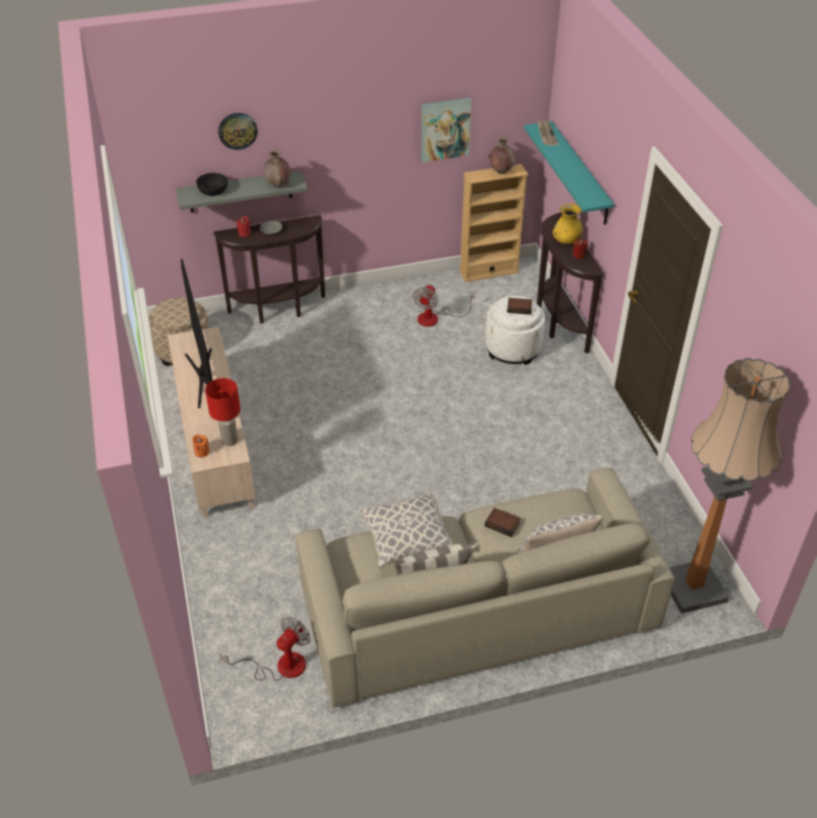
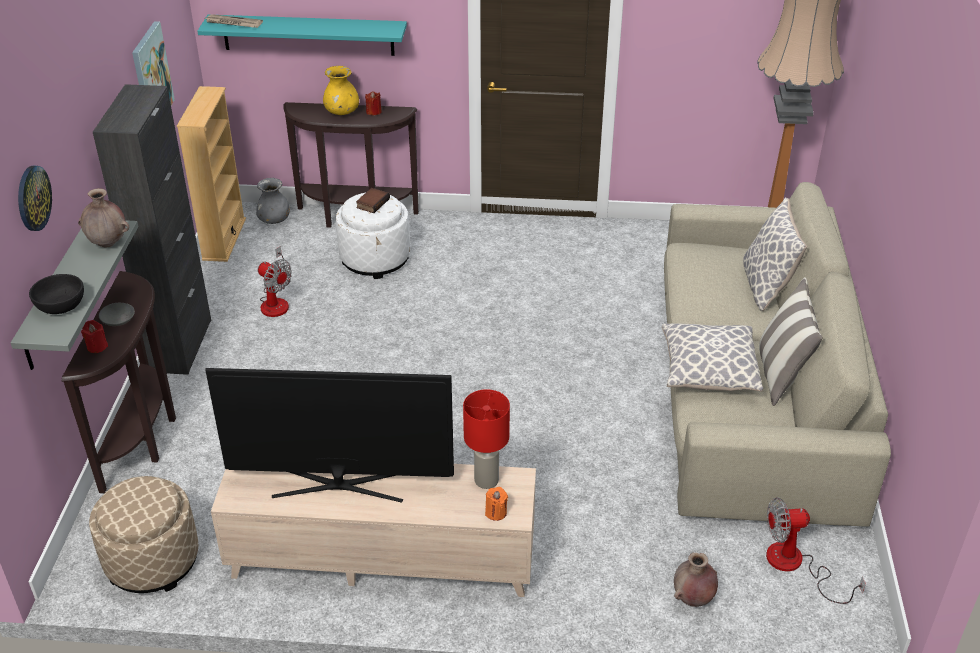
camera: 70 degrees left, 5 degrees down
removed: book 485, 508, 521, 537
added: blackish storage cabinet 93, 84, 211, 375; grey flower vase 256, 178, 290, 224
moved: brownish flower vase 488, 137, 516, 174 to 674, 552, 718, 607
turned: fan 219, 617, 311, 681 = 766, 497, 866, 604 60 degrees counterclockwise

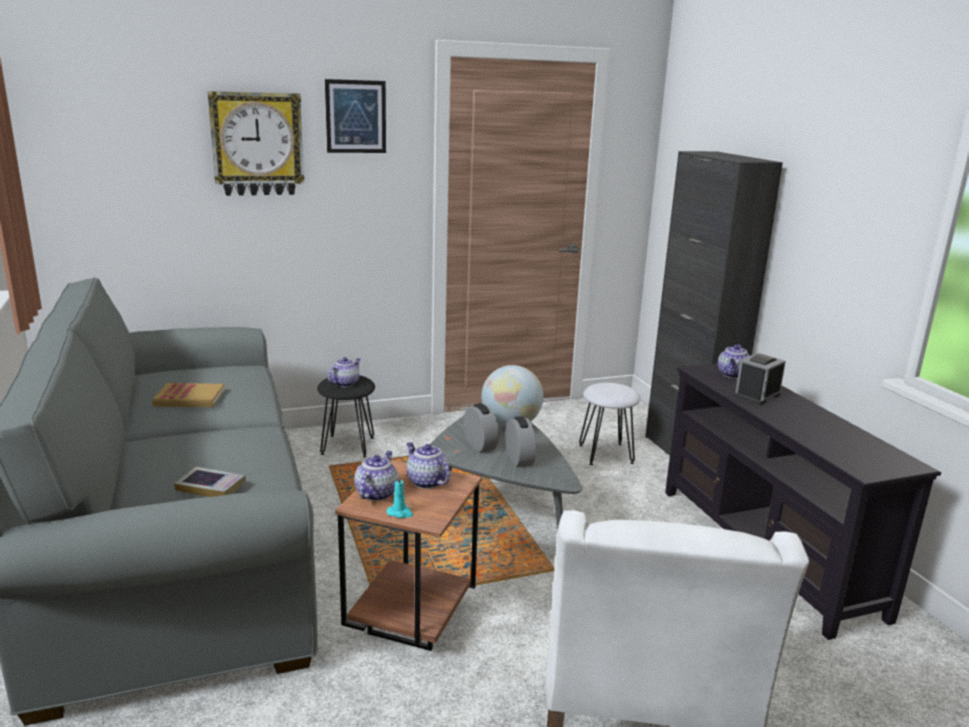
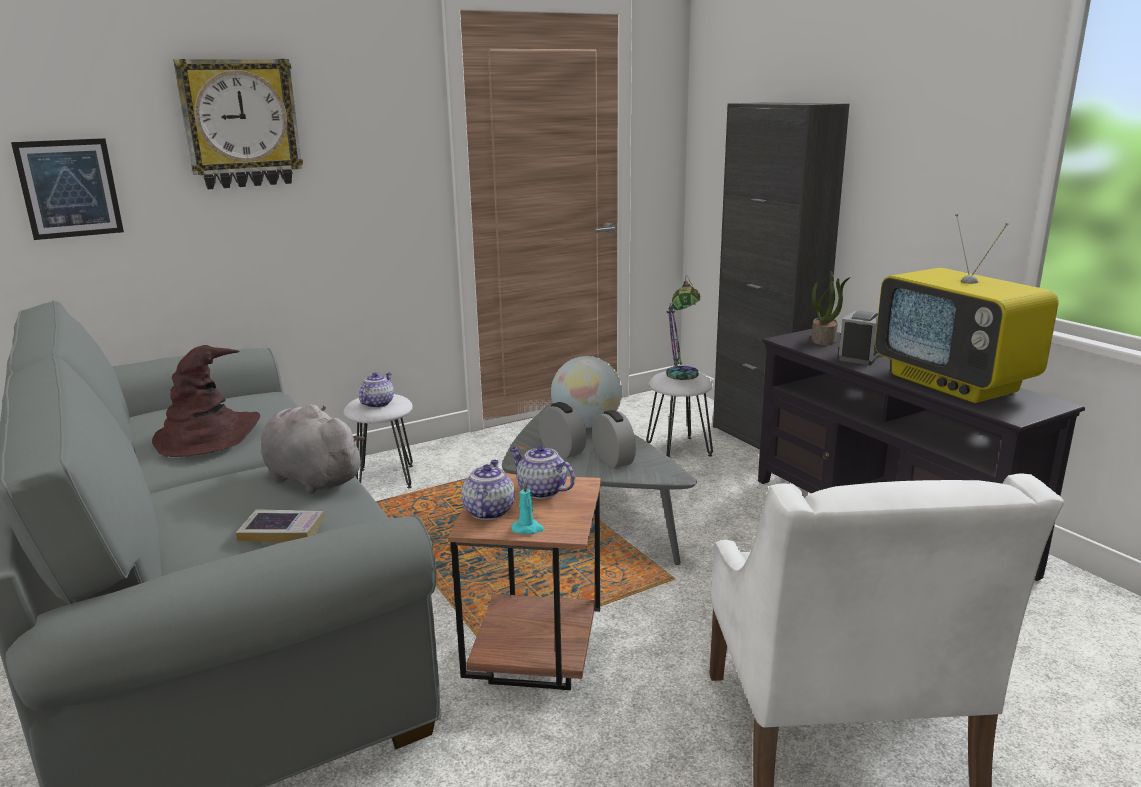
camera: 10 degrees left, 0 degrees up
added: grey cuddly toy 261, 404, 365, 494; table lamp 666, 275, 701, 380; TV set 875, 213, 1059, 403
moved: wall art 325, 79, 386, 153 to 11, 138, 124, 240
replaced: book 152, 383, 225, 407 to brownish hat 152, 345, 260, 457; teapot 718, 344, 750, 379 to plant in a pot 812, 271, 851, 345
recoloured: blackish stool 317, 375, 375, 457 to white-coloured stool 344, 394, 413, 488

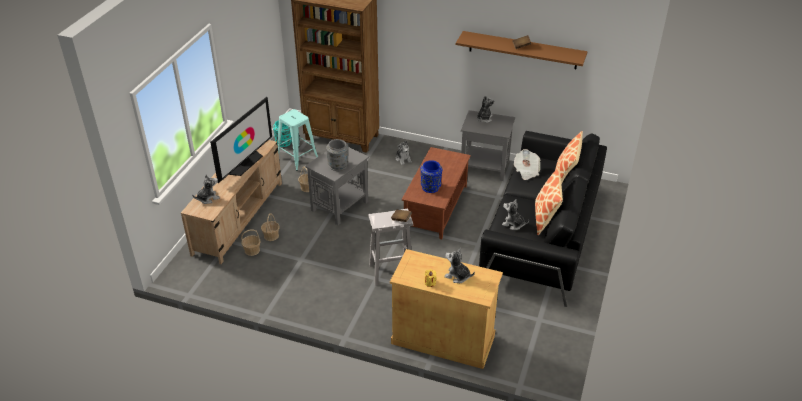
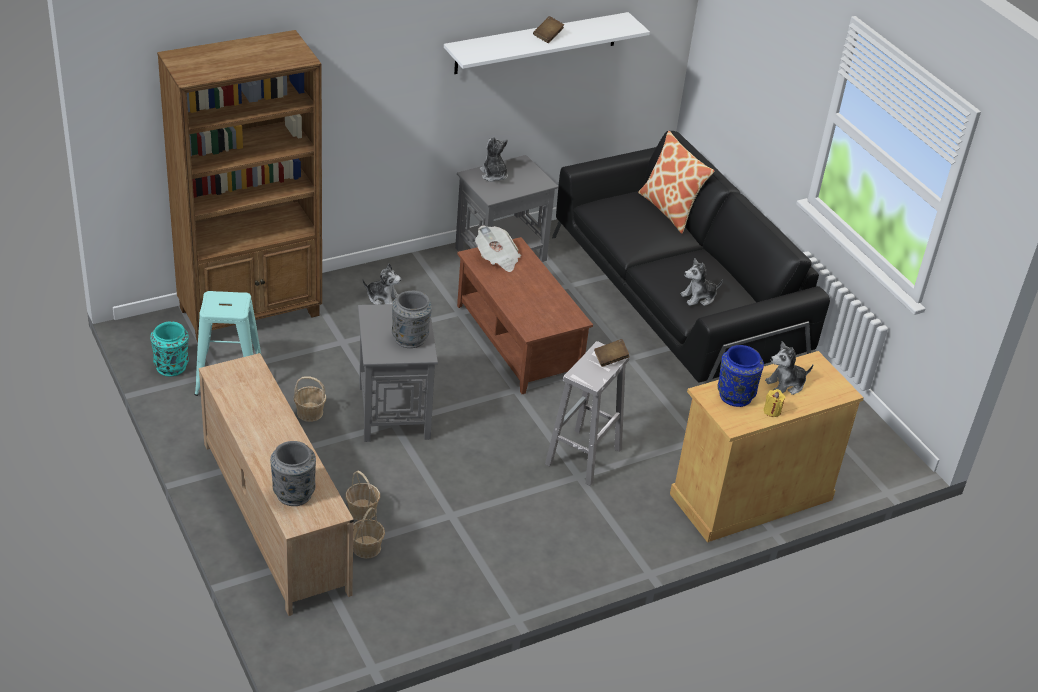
camera: 50 degrees left, 0 degrees up
removed: TV set 210, 97, 272, 183; cushion 535, 167, 563, 235
moved: blue flower vase 421, 160, 442, 193 to 718, 345, 764, 407; daily paper 513, 149, 540, 180 to 475, 225, 521, 272
replaced: cuddly toy 192, 174, 220, 204 to grey flower vase 270, 441, 316, 506
recoloured: brownish wall shelf 456, 31, 588, 69 to white-coloured wall shelf 444, 12, 650, 74

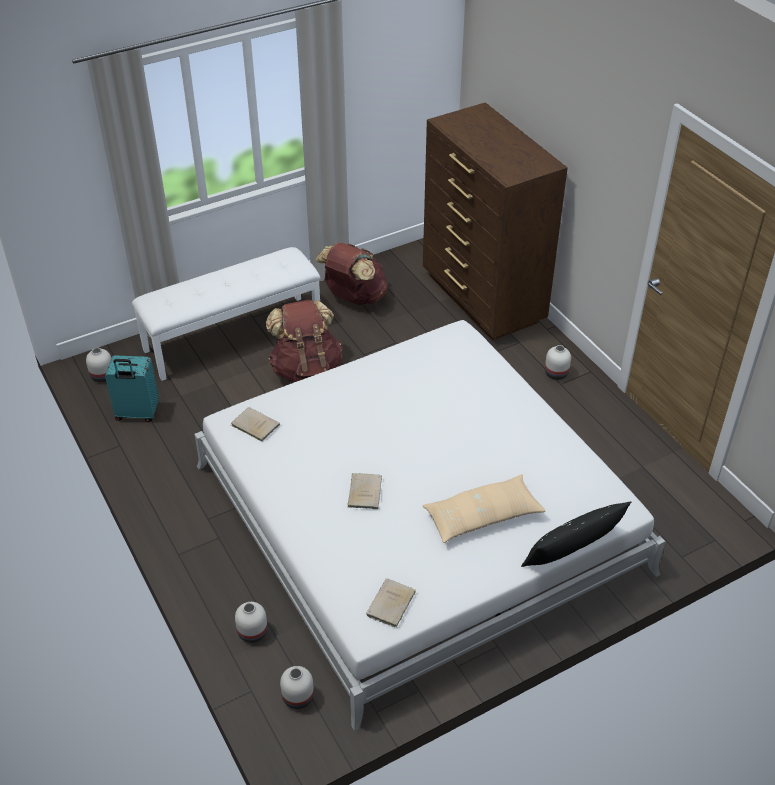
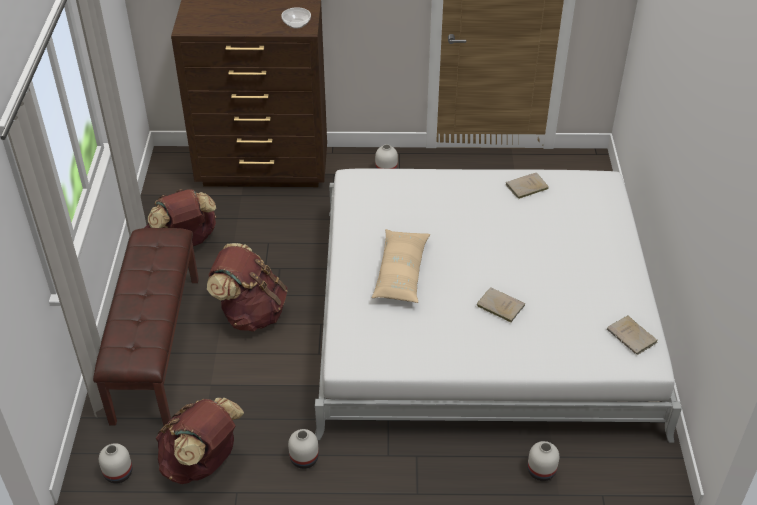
camera: 60 degrees left, 0 degrees up
removed: blackish cushion 521, 502, 631, 567
added: deep dish 281, 7, 311, 29
moved: beige book 231, 407, 280, 442 to 506, 173, 549, 199; white-coloured flower vase 280, 666, 314, 709 to 288, 429, 319, 469; beige cushion 422, 474, 546, 543 to 372, 229, 430, 303
replaced: blue-green suitcase 105, 355, 159, 422 to brownish backpack 155, 398, 244, 484
recoloured: white-coloured long seat 132, 247, 321, 381 to brownish long seat 93, 228, 199, 426

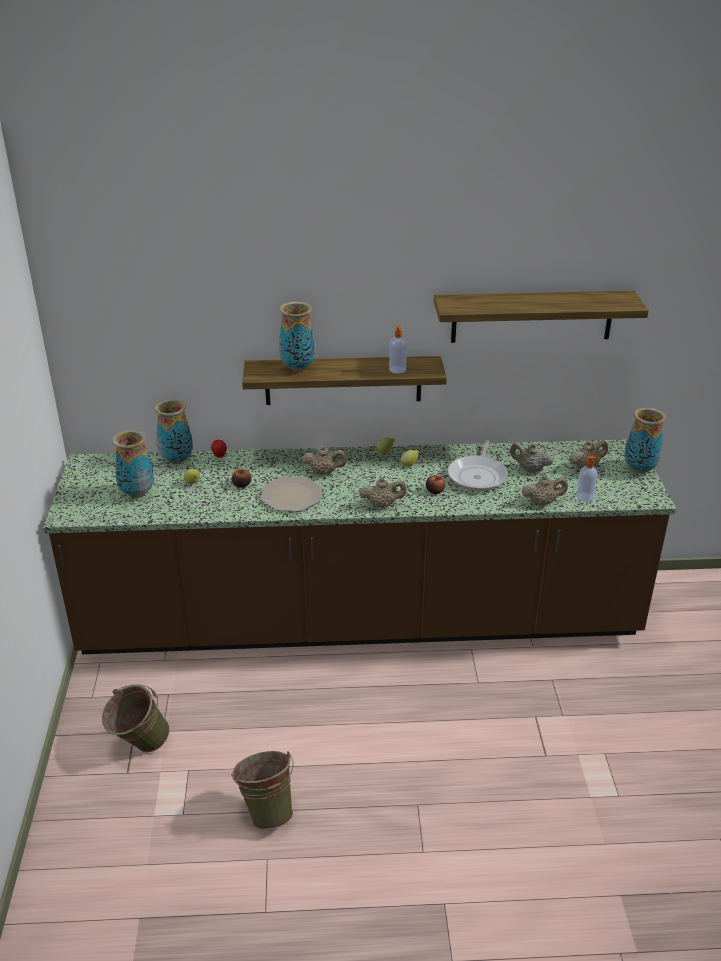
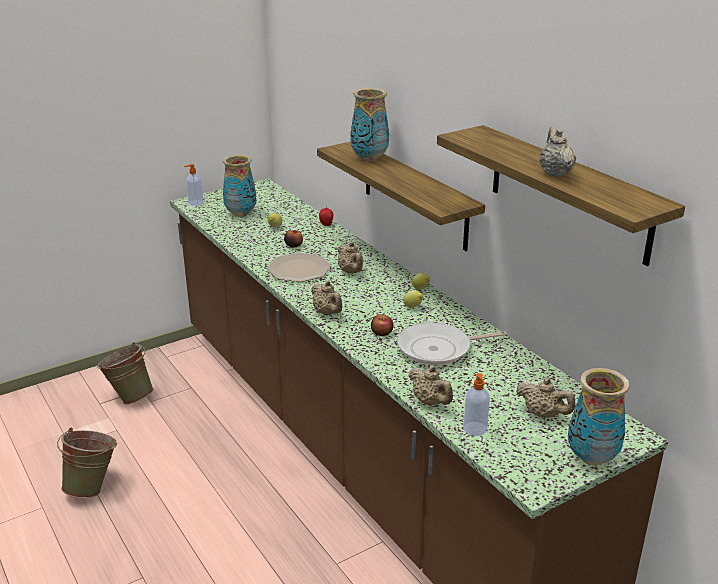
camera: 60 degrees right, 5 degrees down
removed: flower vase 155, 399, 193, 464
moved: soap dispenser 389, 325, 407, 374 to 184, 164, 203, 206; beige teapot 510, 442, 553, 473 to 539, 127, 577, 177

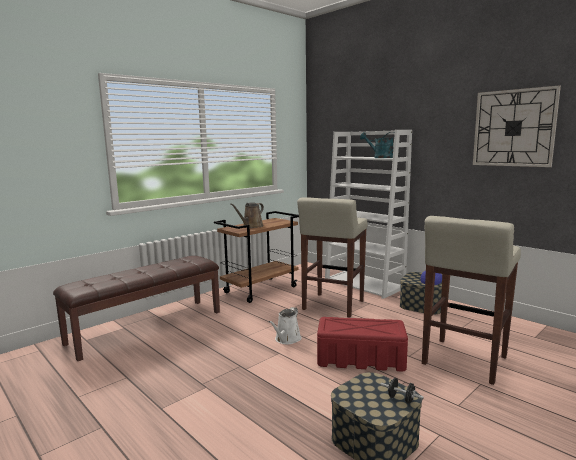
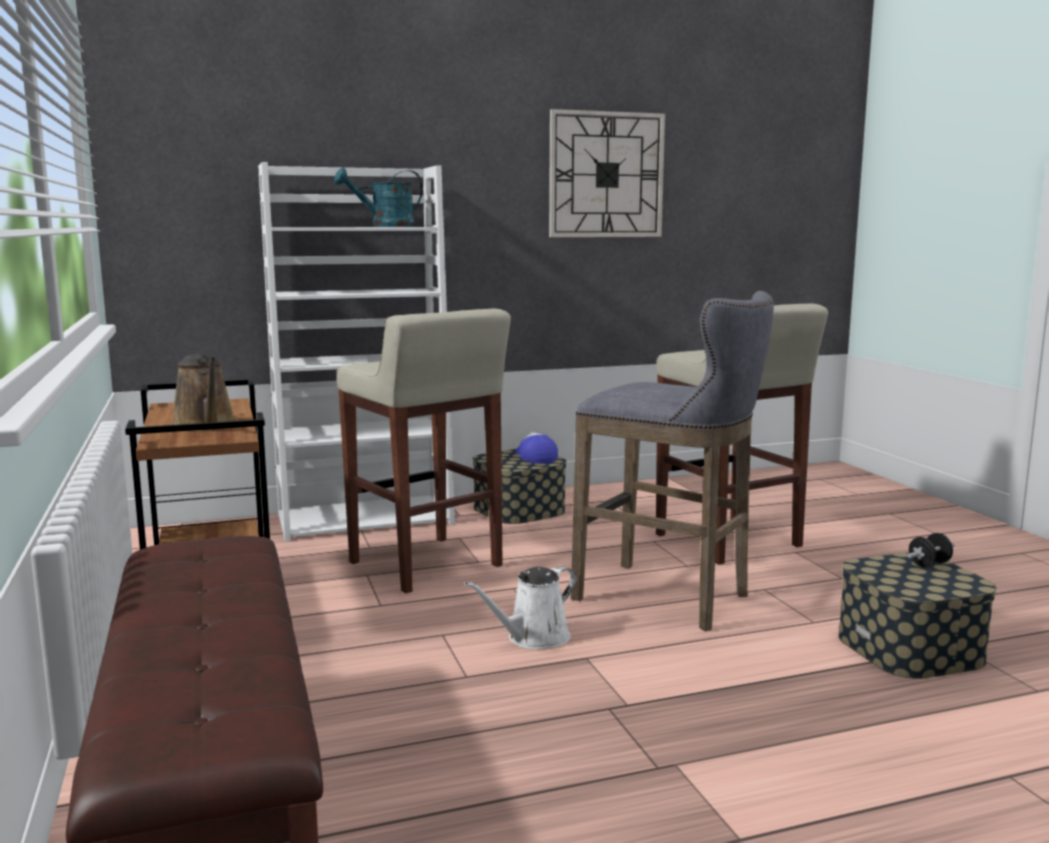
camera: 65 degrees left, 0 degrees up
replaced: red-coloured storage bin 317, 317, 408, 372 to grey stool 571, 291, 774, 631
turned: white-coloured watering pot 268, 307, 301, 344 = 465, 566, 577, 649 90 degrees clockwise

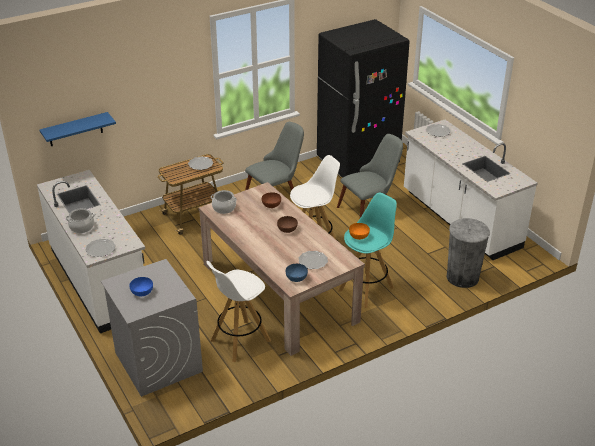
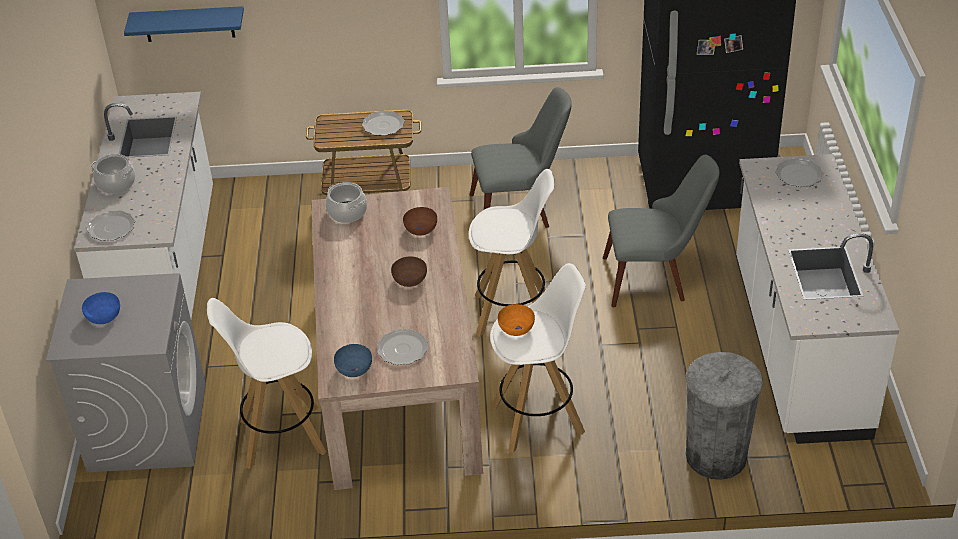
camera: 30 degrees right, 5 degrees up
recoloured: blue-green stool 338, 193, 397, 308 to white-coloured stool 490, 263, 586, 453

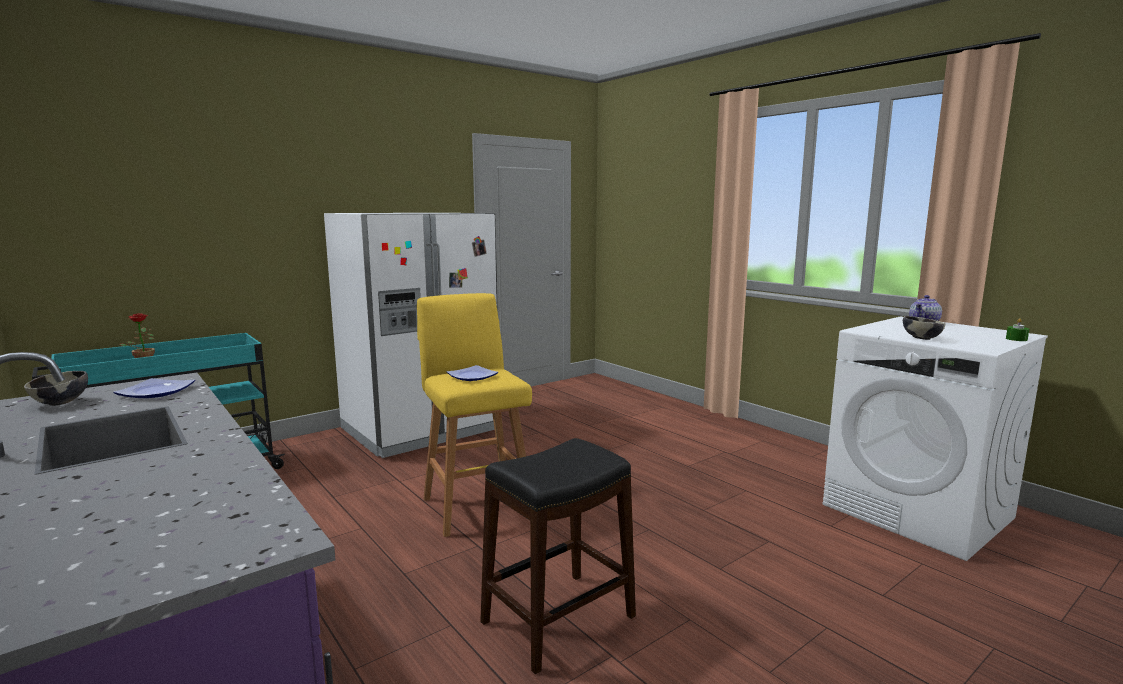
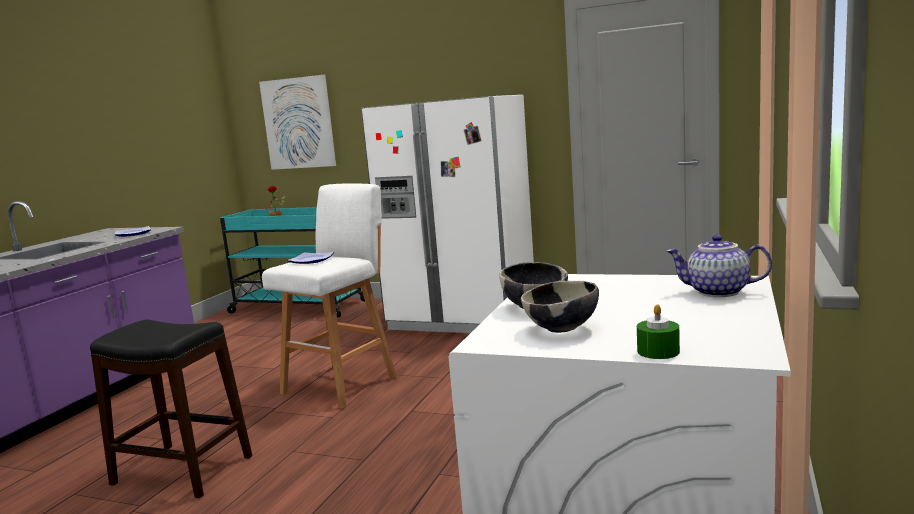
camera: 60 degrees right, 0 degrees up
added: wall art 259, 75, 336, 170
moved: deep dish 24, 371, 88, 406 to 521, 281, 599, 333
recoloured: yellowish stool 417, 293, 532, 537 to white-coloured stool 262, 183, 397, 409

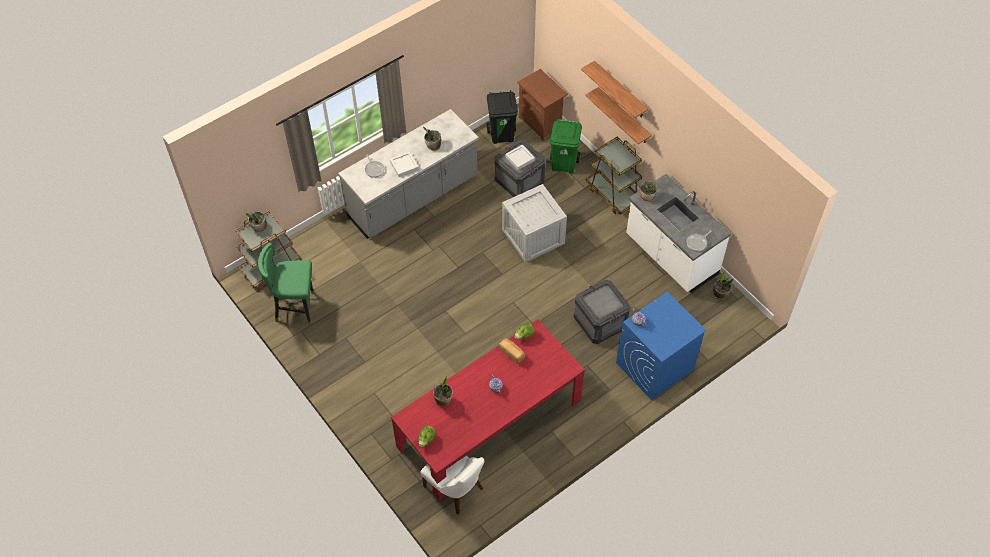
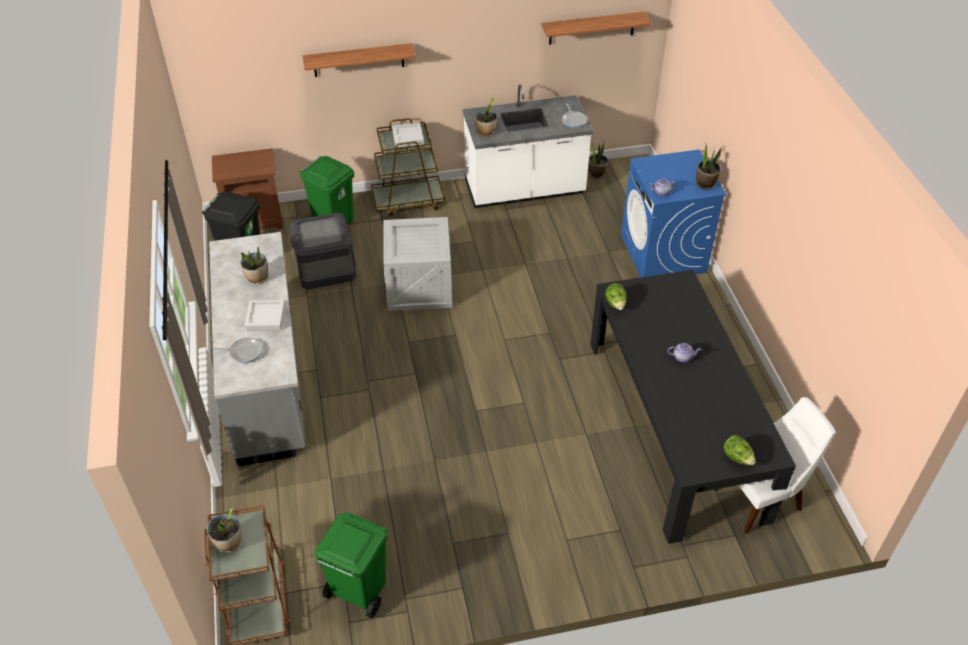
camera: 65 degrees left, 10 degrees down
removed: bread 499, 338, 525, 364; crate 574, 280, 631, 344
moved: plant in a pot 433, 377, 453, 406 to 696, 143, 722, 190; grey carrying tray 506, 145, 535, 170 to 392, 123, 424, 148; wall shelf 585, 87, 652, 144 to 541, 12, 651, 45
replaced: green-coloured stool 258, 243, 314, 325 to green-coloured waste bin 315, 512, 388, 618
recoloured: red-coloured dining table 391, 320, 585, 500 to blackish dining table 590, 270, 796, 544

